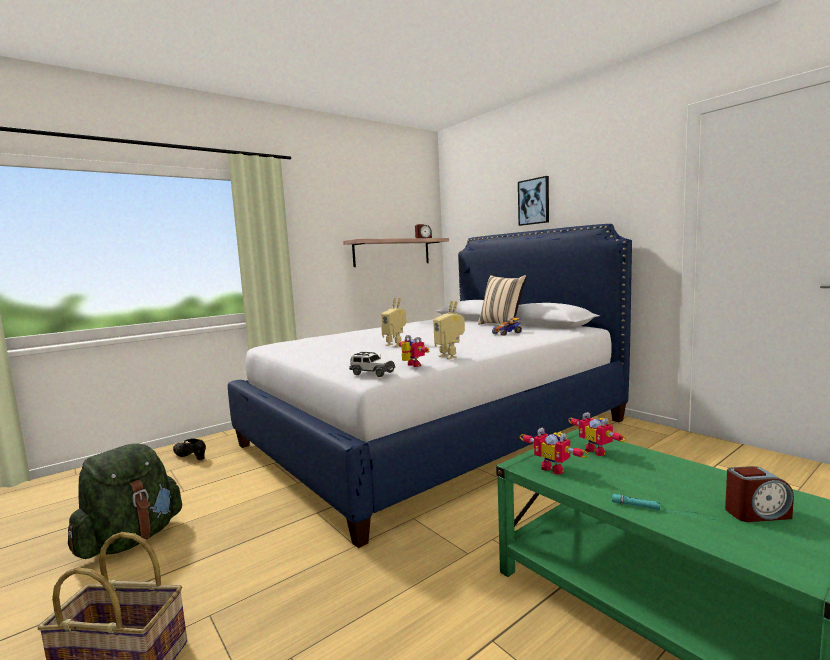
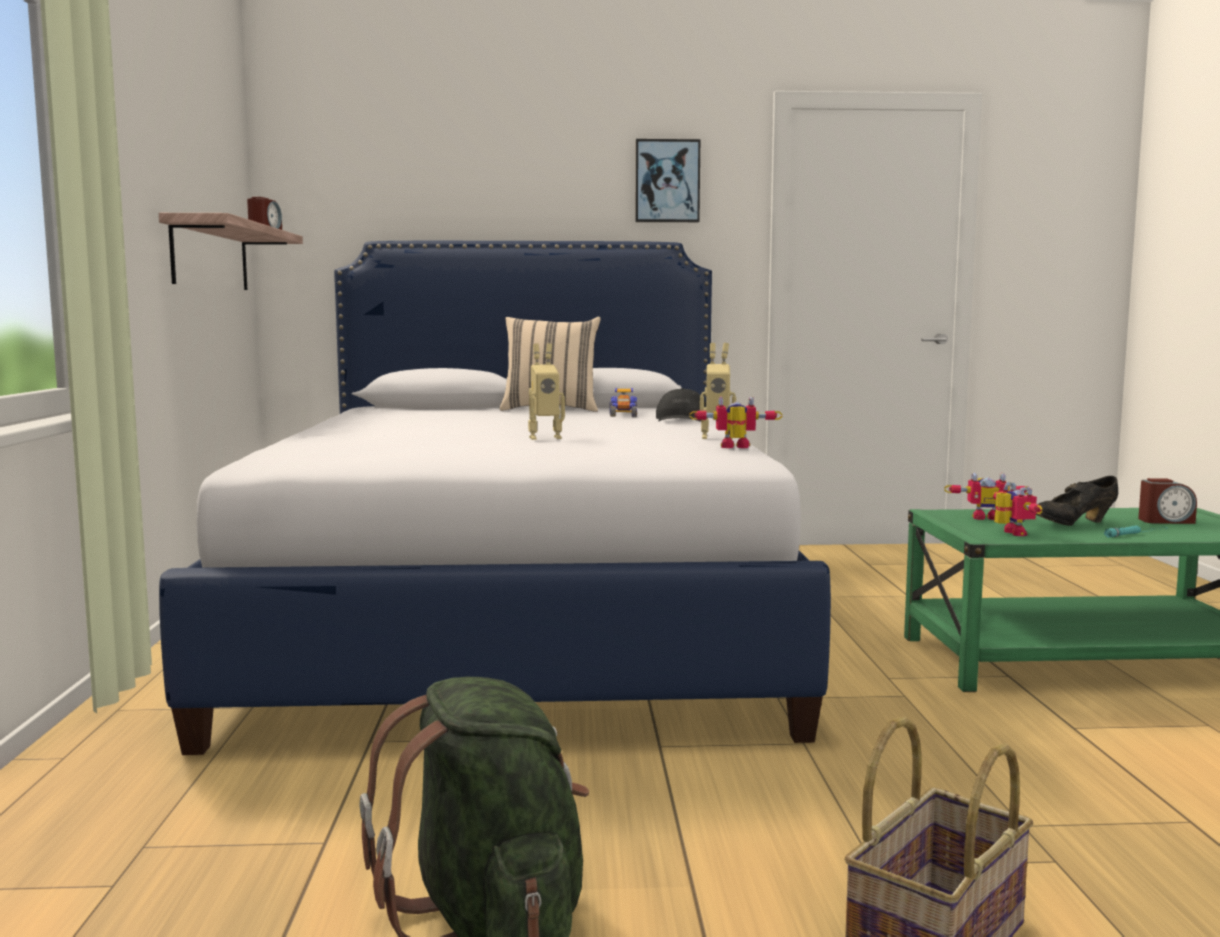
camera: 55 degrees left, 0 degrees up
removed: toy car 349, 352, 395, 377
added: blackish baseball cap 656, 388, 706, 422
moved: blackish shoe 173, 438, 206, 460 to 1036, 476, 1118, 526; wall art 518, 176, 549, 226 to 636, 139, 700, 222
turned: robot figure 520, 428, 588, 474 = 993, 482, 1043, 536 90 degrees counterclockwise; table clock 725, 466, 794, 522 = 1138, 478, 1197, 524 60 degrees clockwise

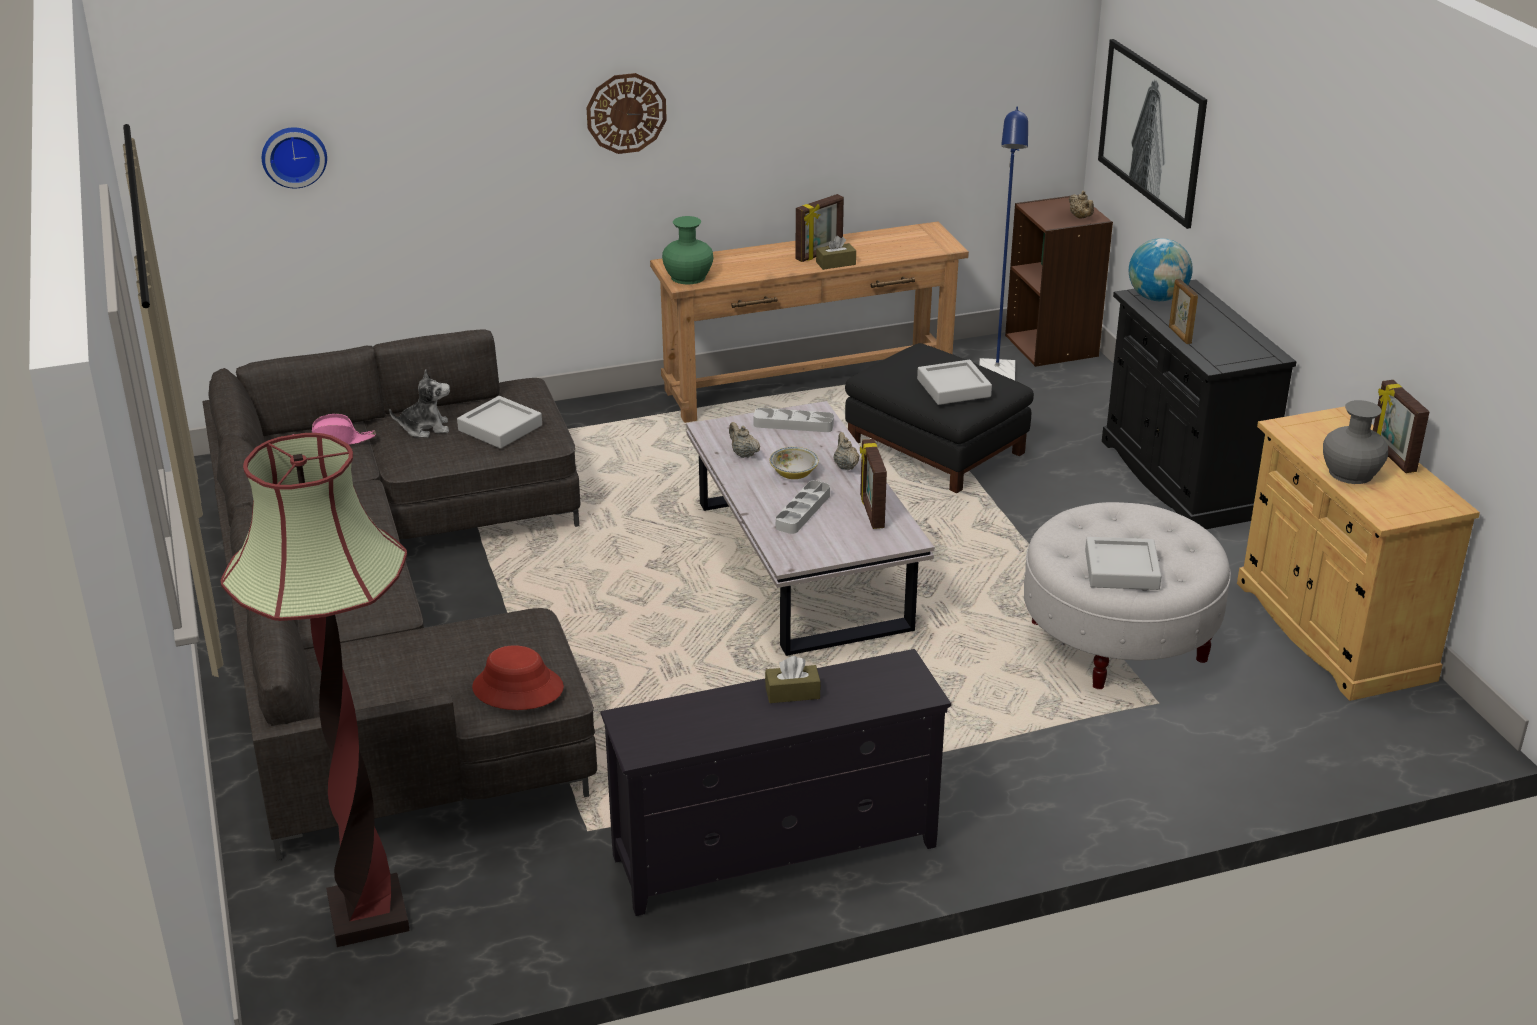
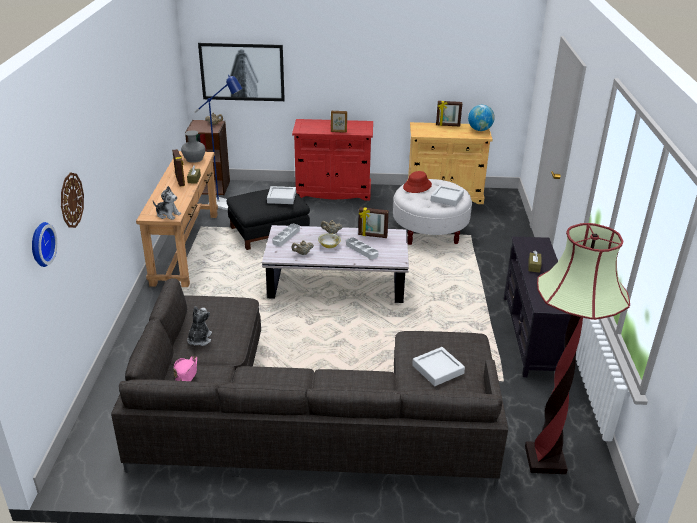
camera: 70 degrees left, 0 degrees up
moved: grey carrying tray 457, 396, 542, 449 to 412, 347, 465, 386; red-coloured hat 472, 645, 564, 710 to 403, 171, 432, 193; hanging clock 587, 73, 667, 154 to 61, 173, 84, 228; globe 1129, 238, 1193, 301 to 468, 105, 495, 131; grey flower vase 1323, 400, 1388, 484 to 181, 131, 206, 163
replaced: green-coloured flower vase 662, 216, 713, 285 to cuddly toy 153, 186, 181, 220
recoloured: blackish storage cabinet 1102, 279, 1296, 529 to red-coloured storage cabinet 292, 119, 373, 201

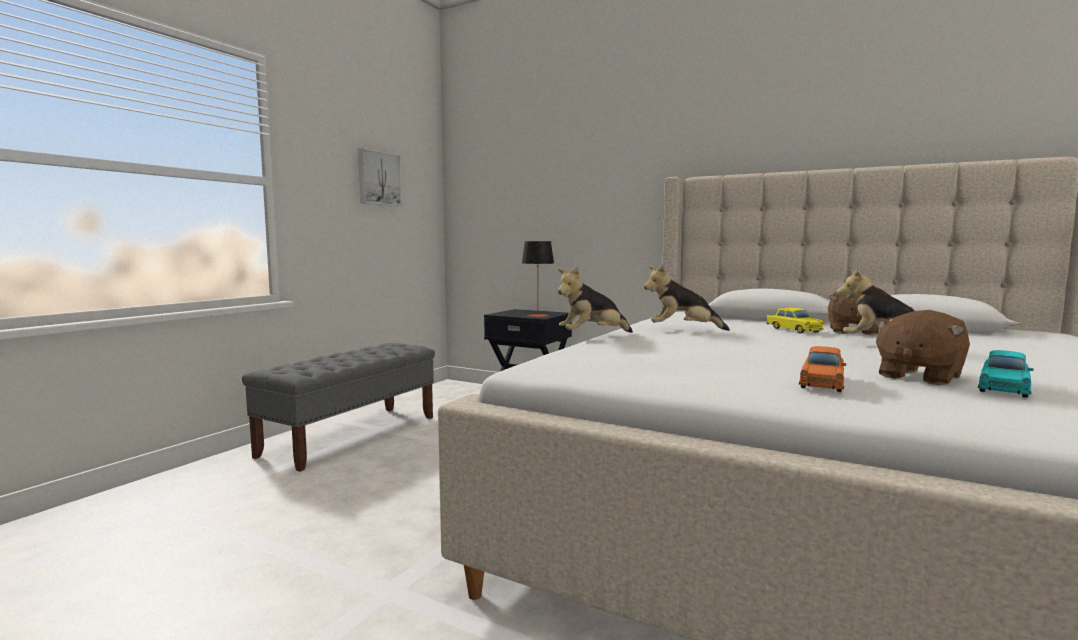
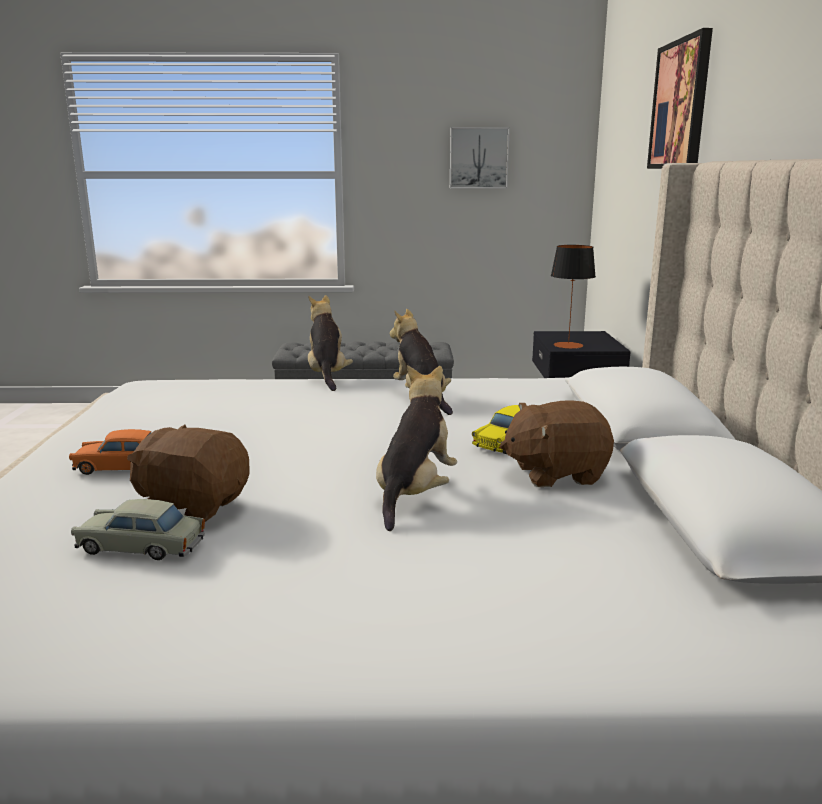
camera: 60 degrees right, 10 degrees up
added: wall art 647, 28, 713, 169
recoloured: blue-green toy car 978, 350, 1034, 398 to beige toy car 71, 499, 205, 560
turned: cuddly toy 558, 267, 633, 333 = 308, 295, 353, 391 45 degrees clockwise

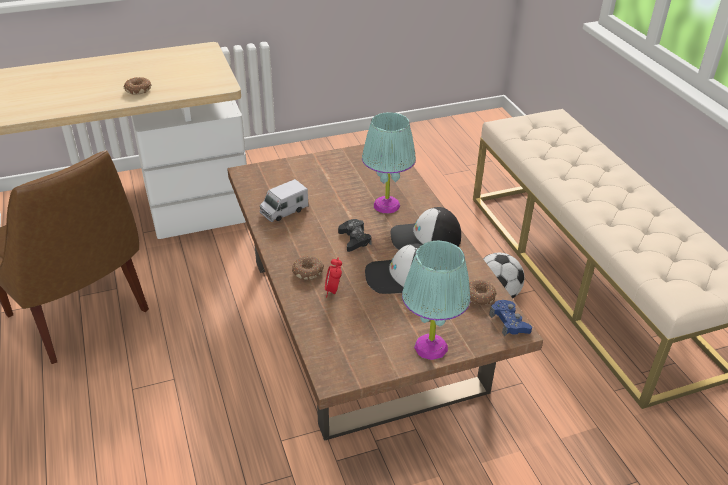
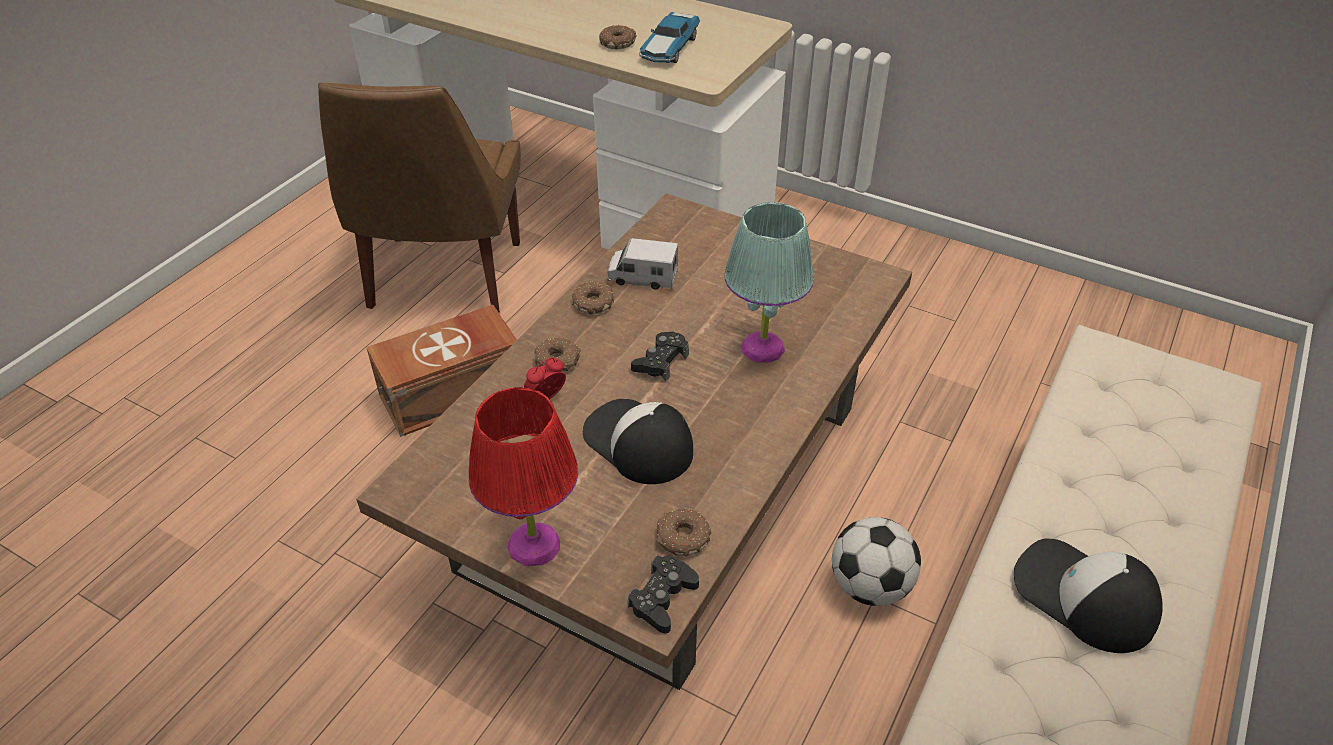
camera: 50 degrees right, 5 degrees up
added: brownish storage bin 366, 305, 517, 437; donut 572, 281, 614, 315; toy car 639, 12, 700, 63
moved: baseball cap 391, 207, 461, 250 to 1014, 539, 1163, 653
recoloured: blue-green table lamp 402, 241, 471, 360 to red-coloured table lamp 468, 387, 578, 566; blue joypad 489, 300, 532, 337 to blackish joypad 628, 556, 699, 633

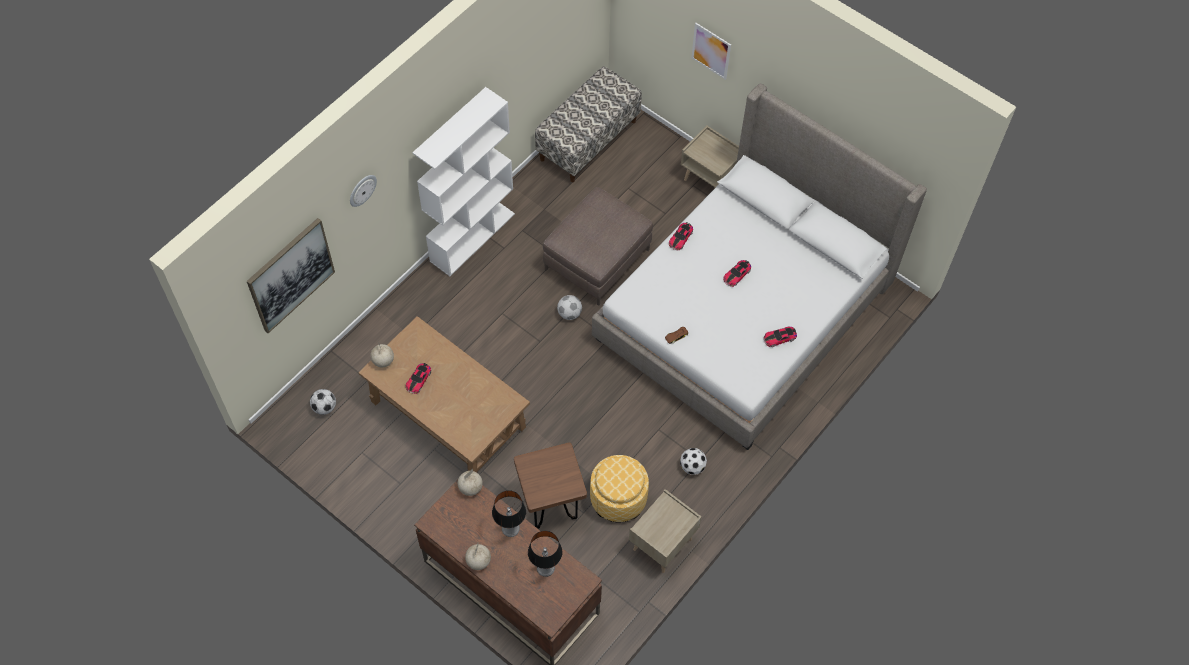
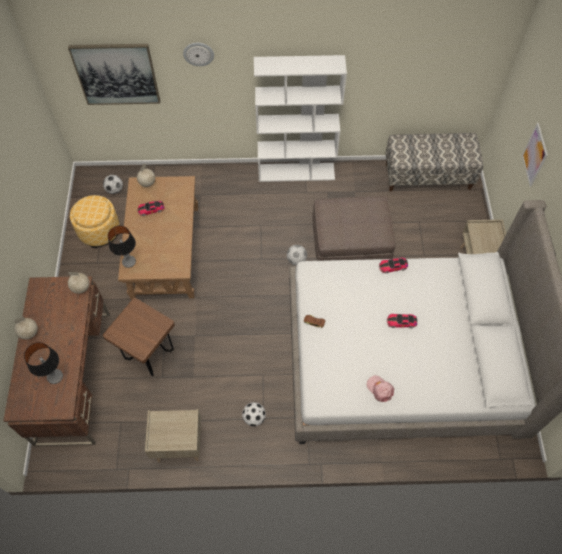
camera: 50 degrees right, 0 degrees up
moved: table lamp 492, 490, 526, 537 to 108, 225, 136, 268; pouffe 590, 455, 649, 522 to 70, 195, 120, 248
replaced: toy car 764, 327, 797, 347 to pink-coloured baseball cap 367, 375, 394, 402

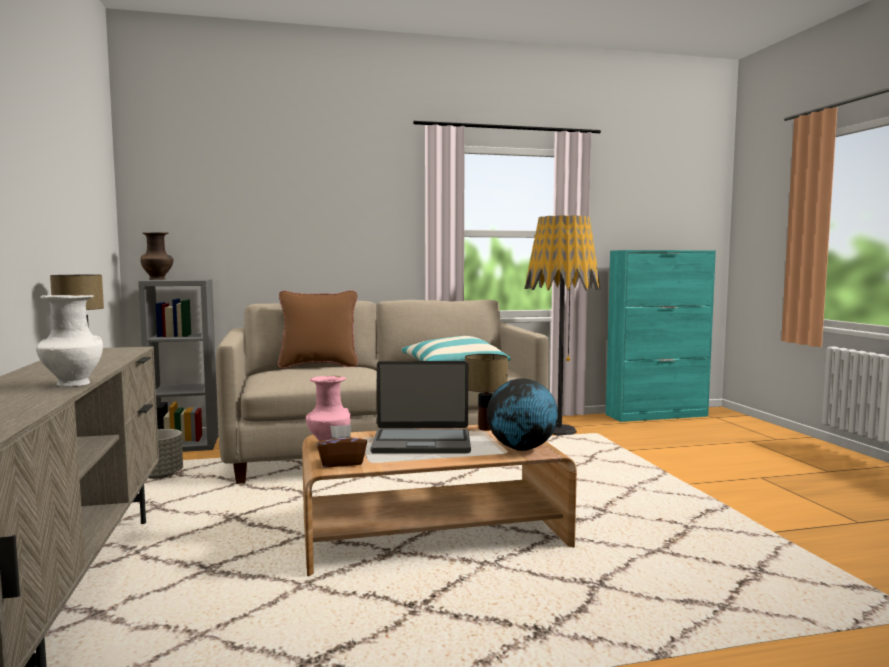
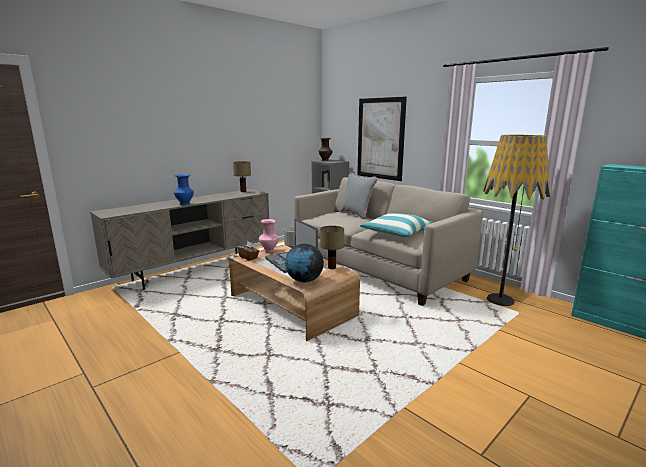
camera: 60 degrees right, 10 degrees up
added: wall art 357, 96, 407, 181
recoloured: white-coloured flower vase 36, 295, 103, 387 to blue flower vase 174, 174, 194, 205; brownish cushion 278, 290, 358, 369 to grey cushion 339, 173, 377, 219

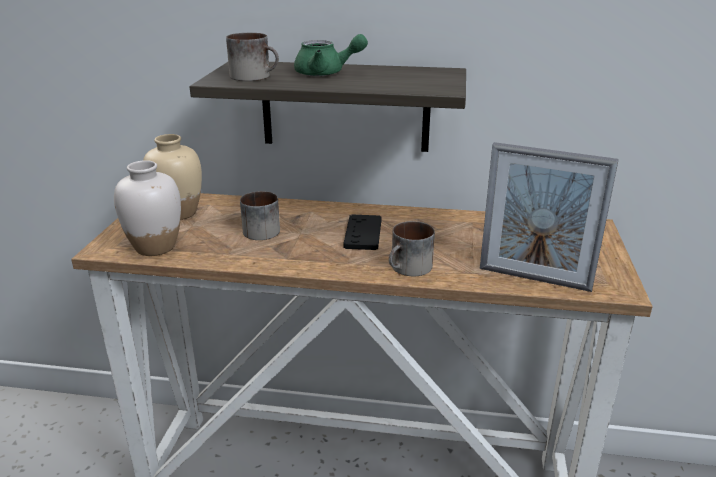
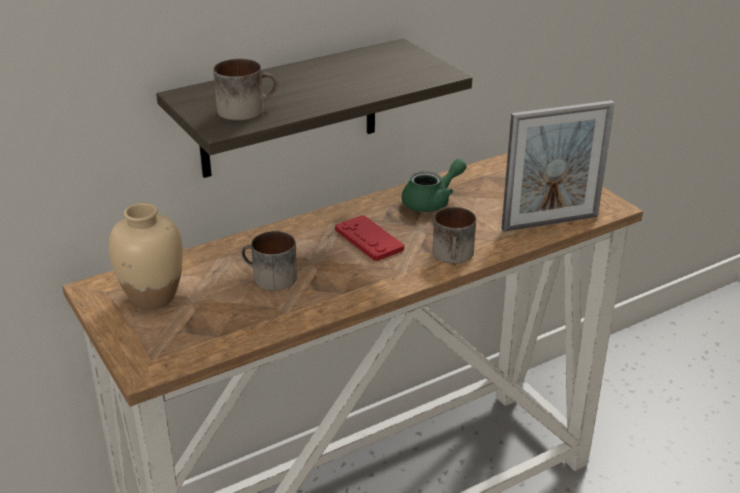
camera: 40 degrees left, 5 degrees up
removed: white-coloured flower vase 114, 160, 181, 256
moved: green-coloured teapot 294, 34, 368, 76 to 402, 159, 466, 212
recoloured: blackish joypad 344, 215, 382, 250 to red-coloured joypad 335, 215, 404, 261

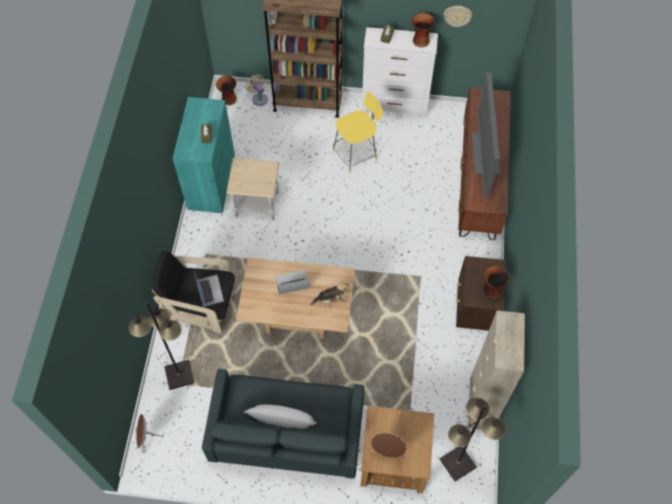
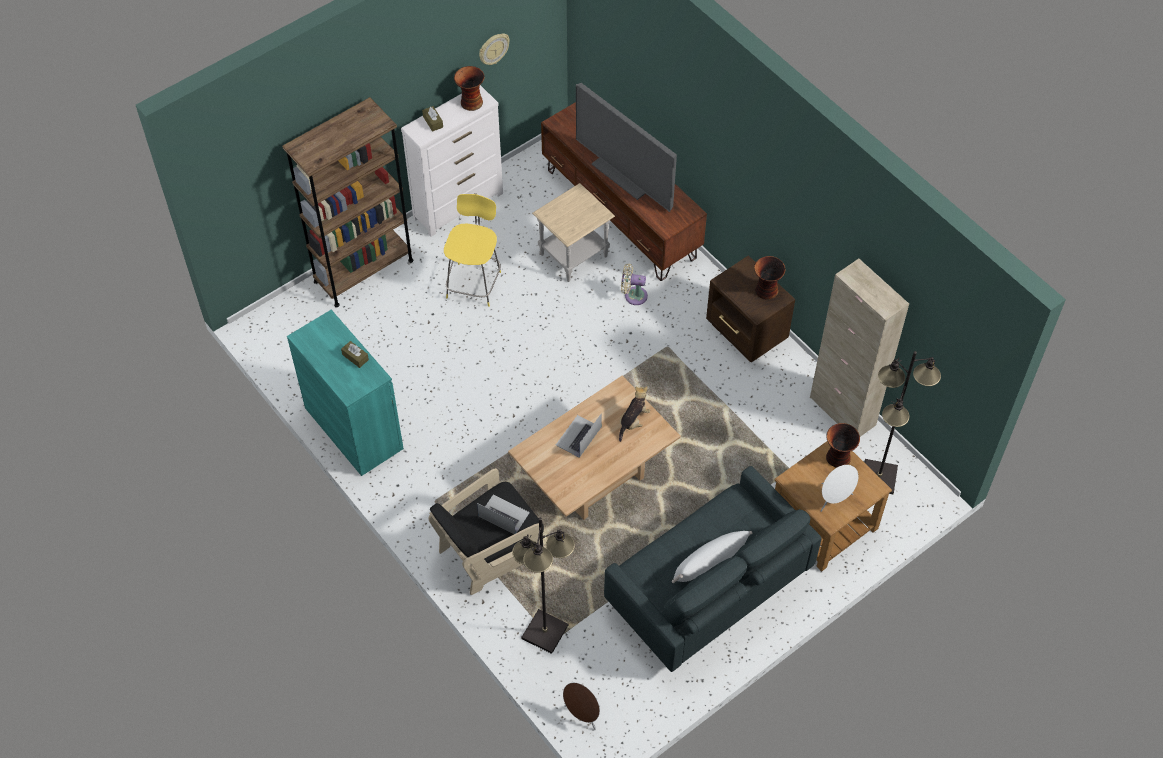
camera: 45 degrees left, 5 degrees down
moved: flower vase 216, 76, 237, 105 to 826, 423, 860, 468; beige side table 226, 158, 279, 221 to 532, 183, 615, 282; beige fan 245, 74, 268, 106 to 621, 264, 648, 305
recoloured: brownish loudspeaker 371, 433, 407, 459 to white-coloured loudspeaker 820, 465, 858, 512

